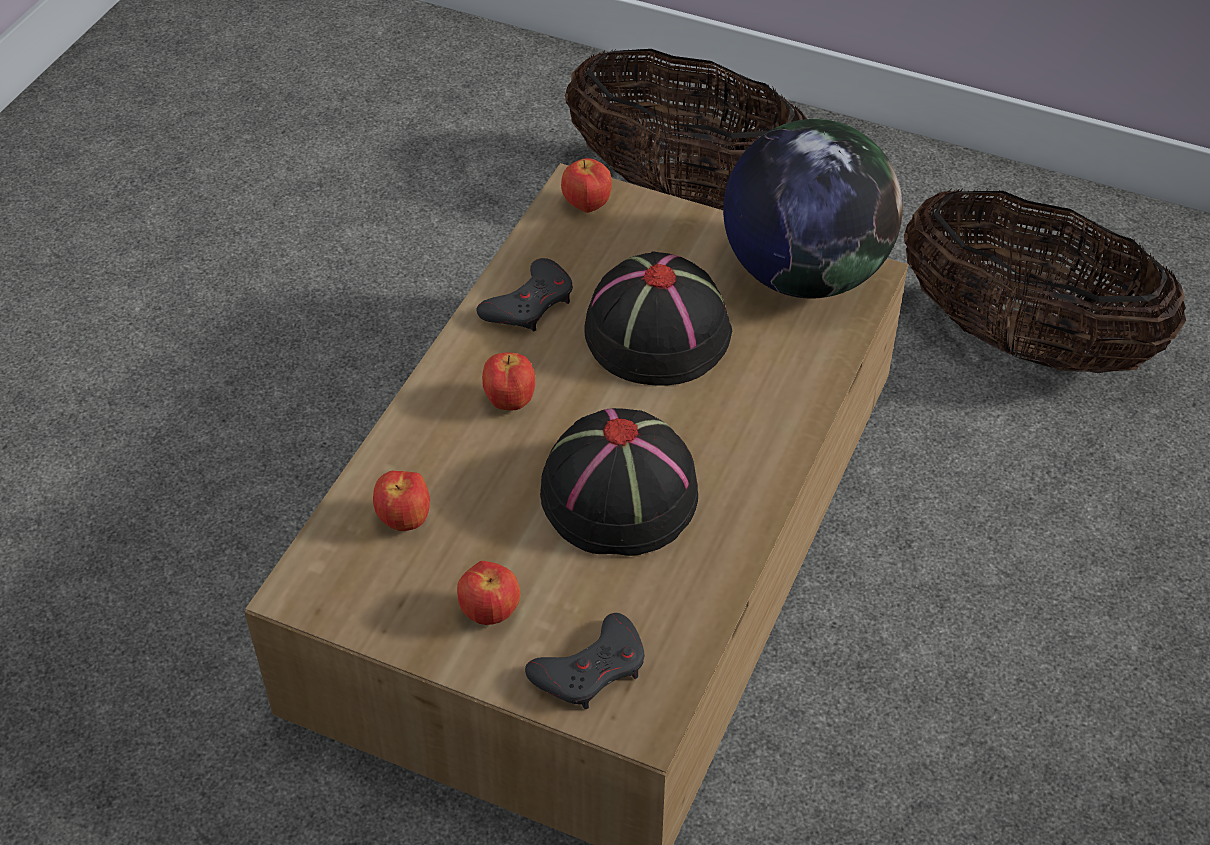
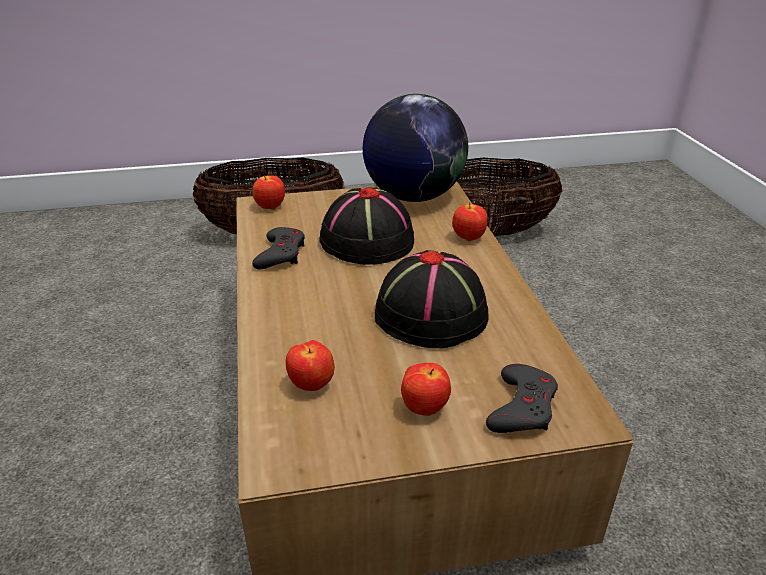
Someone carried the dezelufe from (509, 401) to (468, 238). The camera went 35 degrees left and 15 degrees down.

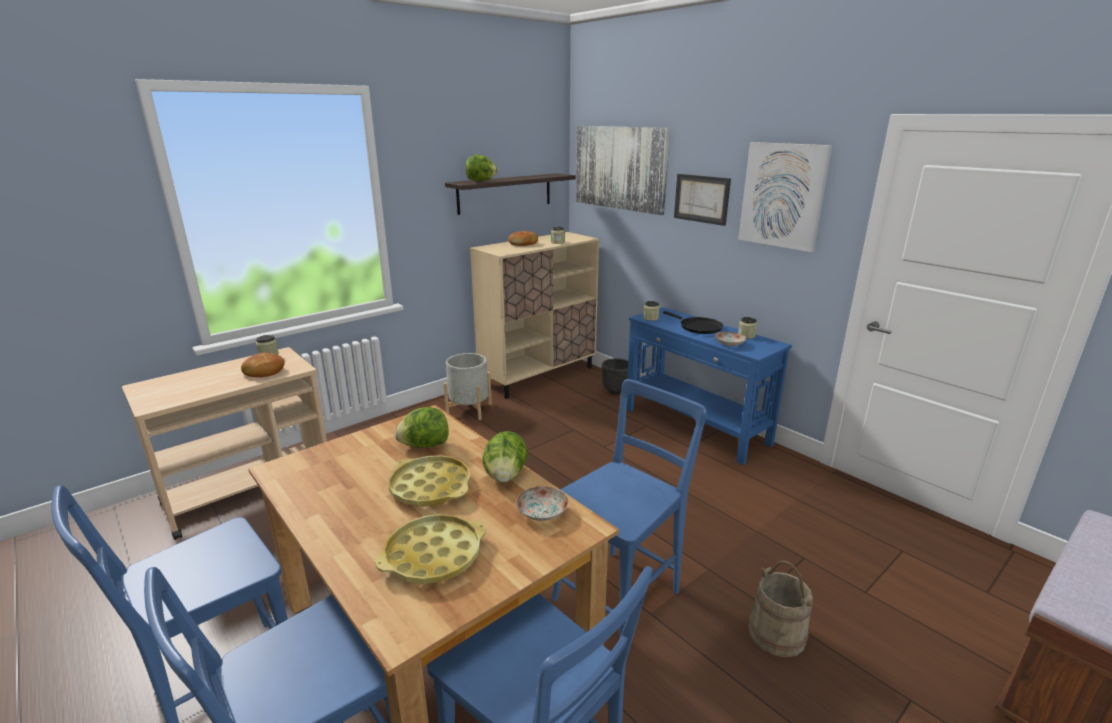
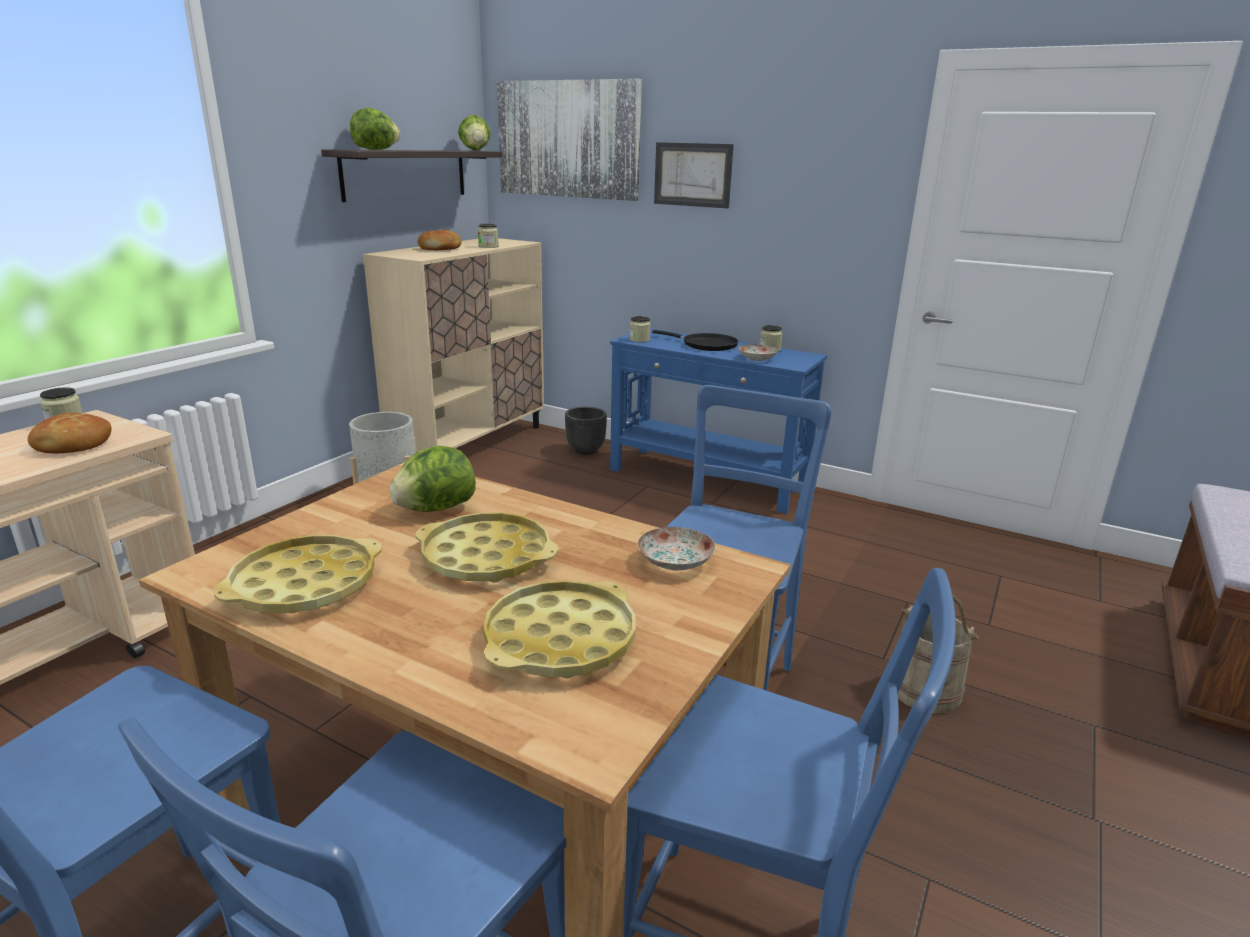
Someone carried the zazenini from (505, 475) to (475, 150). Someone took away the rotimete at (783, 195). Someone put down the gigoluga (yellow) at (304, 585). The camera went 20 degrees left and 0 degrees up.

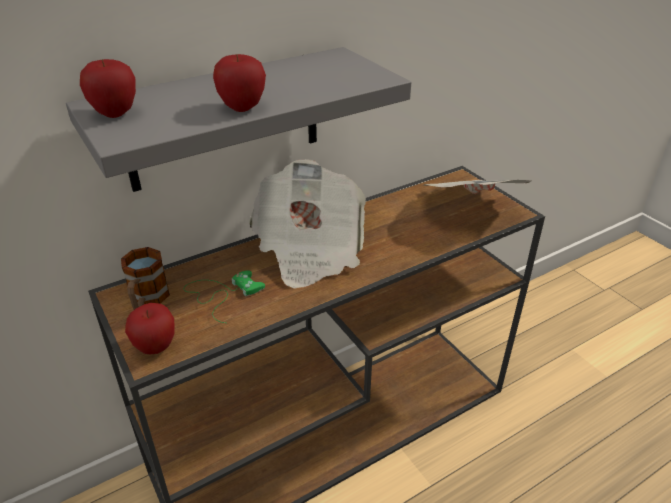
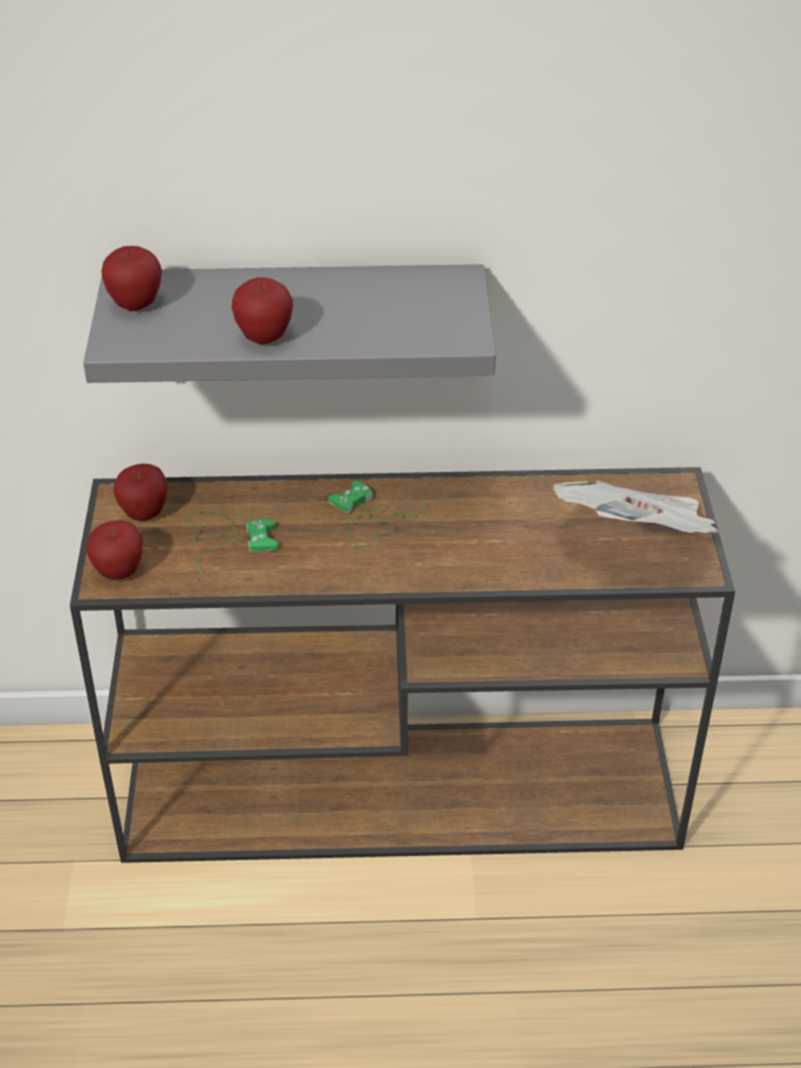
Someone swapped the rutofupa at (147, 300) for the dezelufe at (144, 514). Someone swapped the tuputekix at (309, 249) for the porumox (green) at (369, 519). The camera went 30 degrees right and 5 degrees up.

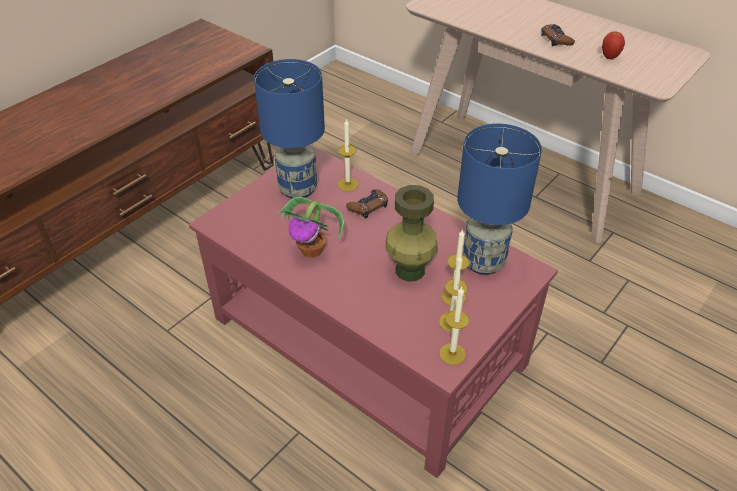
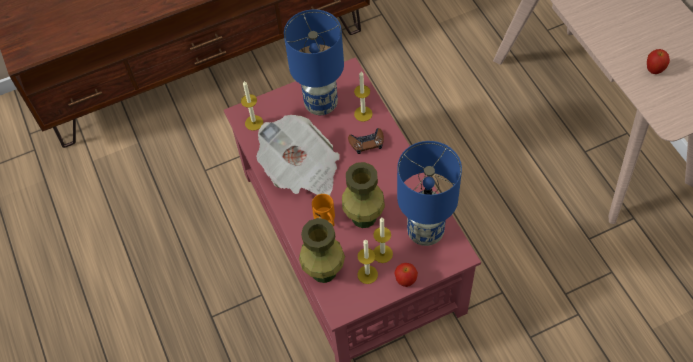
Someone swapped the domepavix at (312, 250) for the tuputekix at (301, 169). Someone carried the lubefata from (452, 354) to (254, 122). Someone took away the porumox (brown) at (556, 39). Someone put down the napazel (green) at (324, 270). Someone put down the rutofupa (orange) at (326, 219). Someone put down the dezelufe at (405, 281). The camera went 30 degrees right and 15 degrees up.

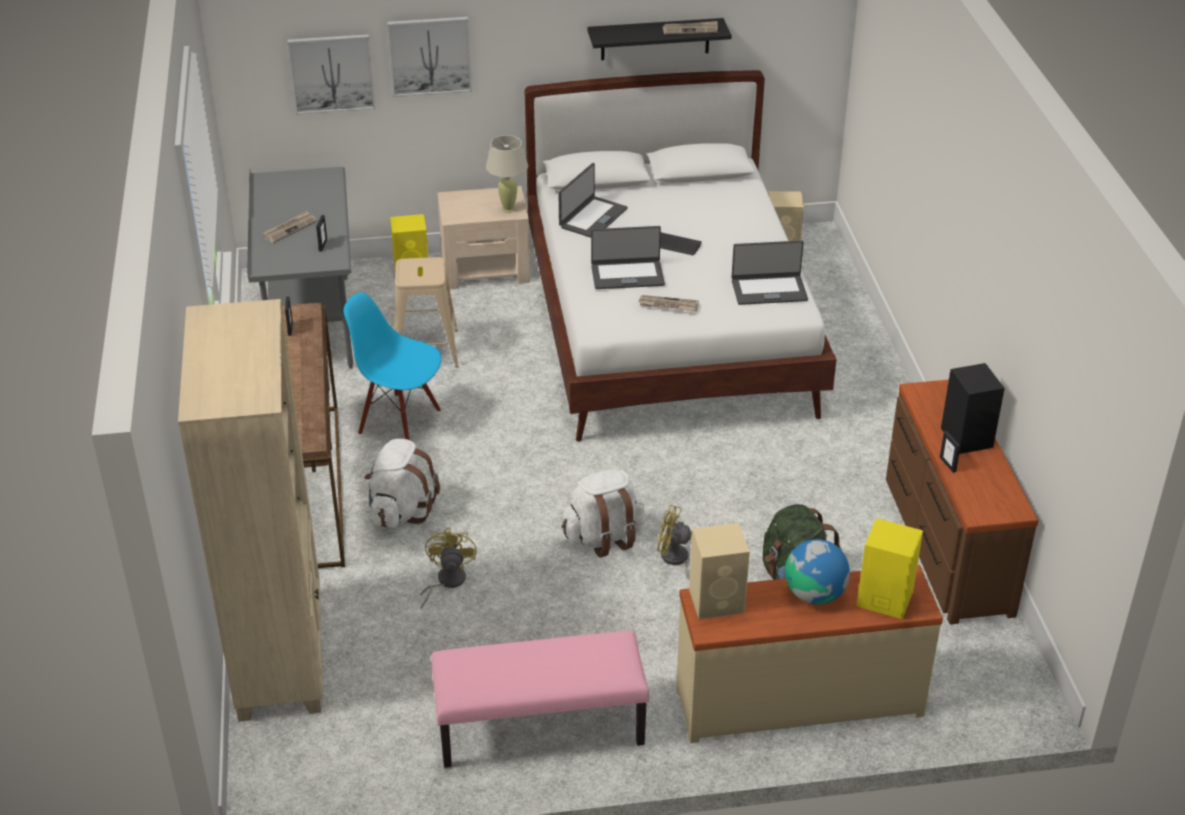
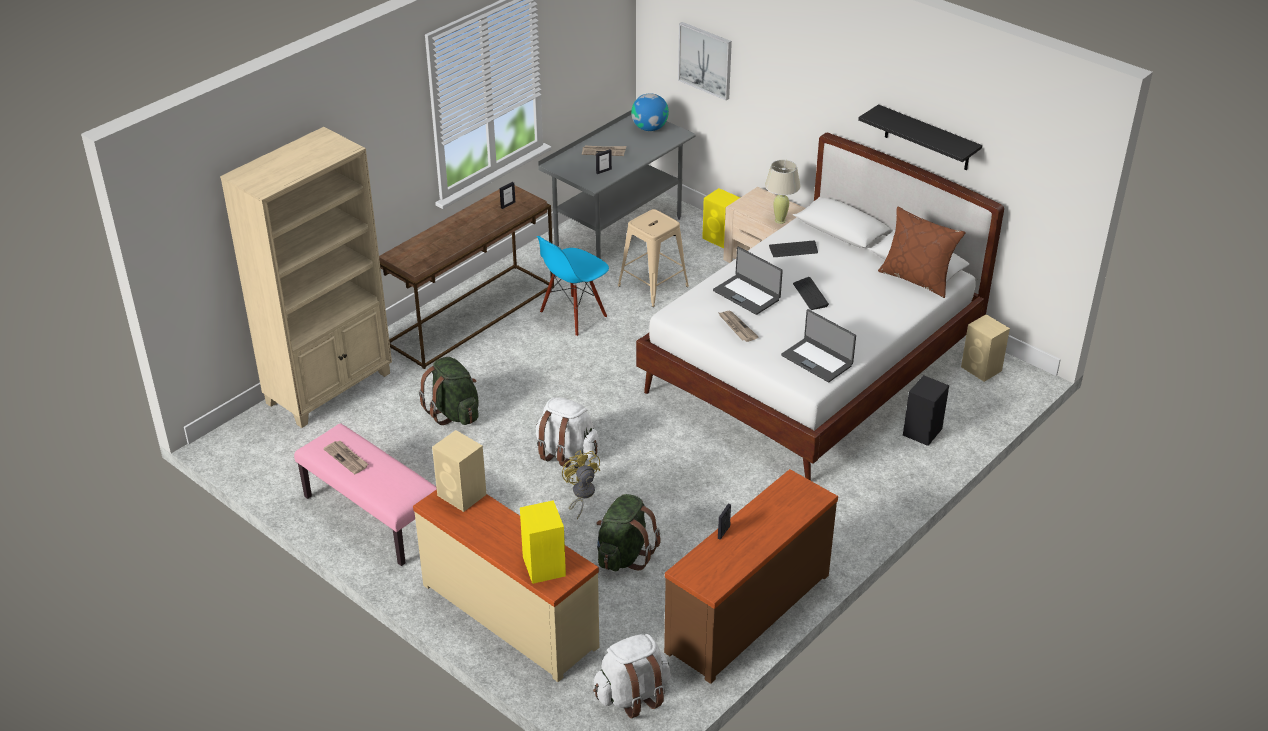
Someone rotated the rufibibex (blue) at (400, 421) by 120 degrees counterclockwise. Someone carried the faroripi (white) from (400, 510) to (632, 695). Someone took away the rotimete at (430, 55). Someone swapped the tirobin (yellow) at (446, 582) for the faroripi (green) at (454, 413). Someone swapped the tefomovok at (592, 217) for the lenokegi at (793, 250). Someone carried the tuputekix from (690, 30) to (347, 458). Someone carried the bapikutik from (814, 594) to (649, 128). Someone carried the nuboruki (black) from (966, 437) to (923, 431). Someone put down the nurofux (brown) at (917, 279). The camera went 50 degrees right and 0 degrees up.

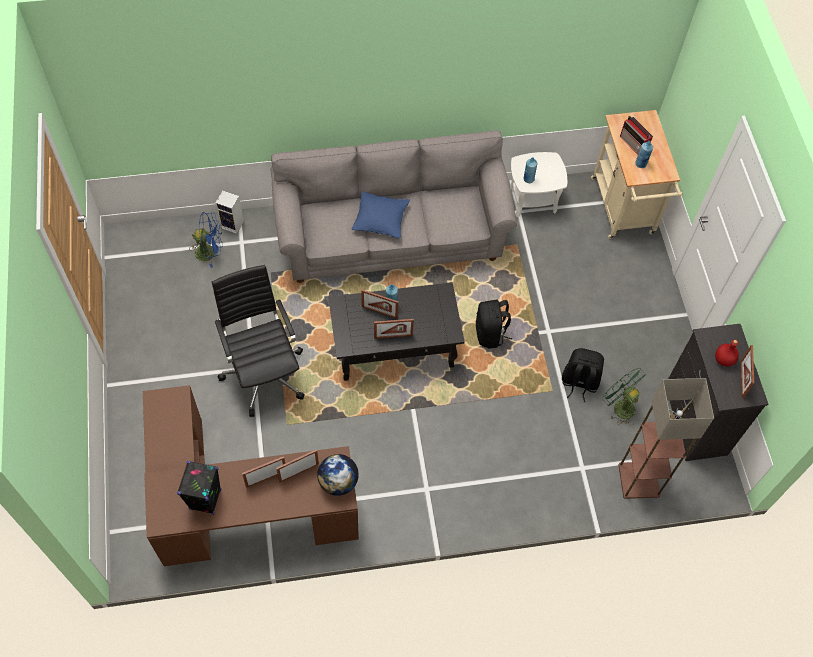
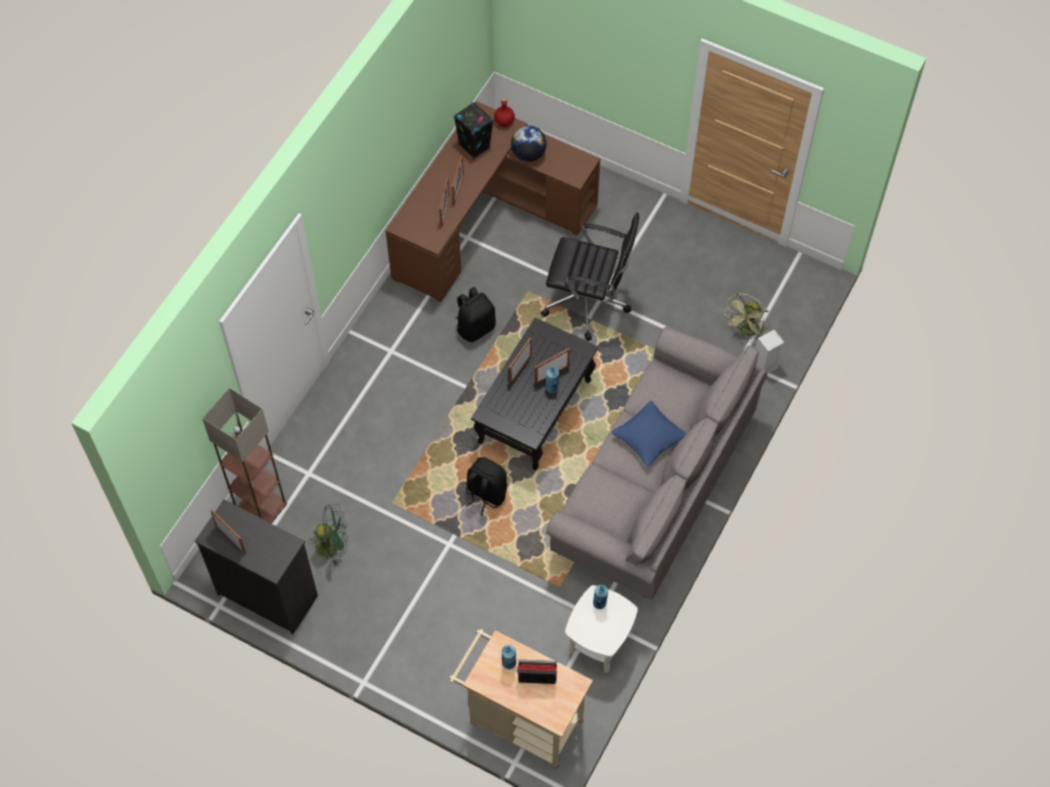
Someone repainted the tirobin (blue) at (210, 252), which became the tirobin (green) at (746, 331). Someone carried the bapikutik from (338, 482) to (528, 154). Someone carried the faroripi (black) from (579, 382) to (475, 327). Someone carried the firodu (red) from (723, 360) to (504, 122). The camera went 130 degrees right and 0 degrees up.

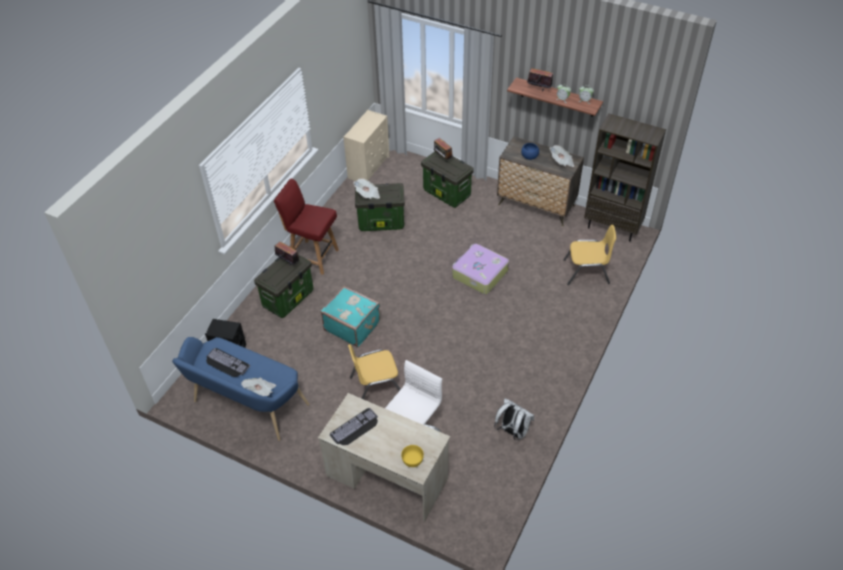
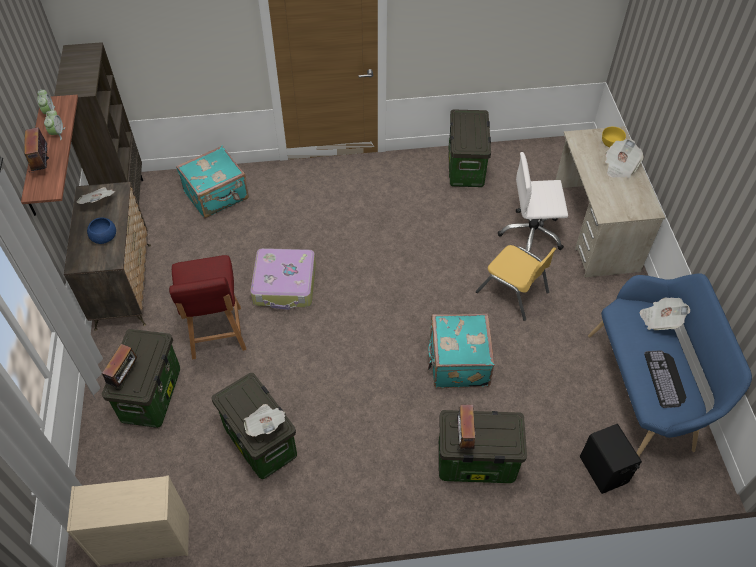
Someone carried the rufibibex (red) from (313, 257) to (217, 334). Someone took away the lenokegi at (355, 428). Someone swapped the faroripi (white) at (512, 431) for the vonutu at (466, 168). Someone swapped the rufibibex (yellow) at (586, 272) for the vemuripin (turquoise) at (217, 196). Someone put down the tuputekix at (620, 166). The camera went 125 degrees left and 5 degrees up.

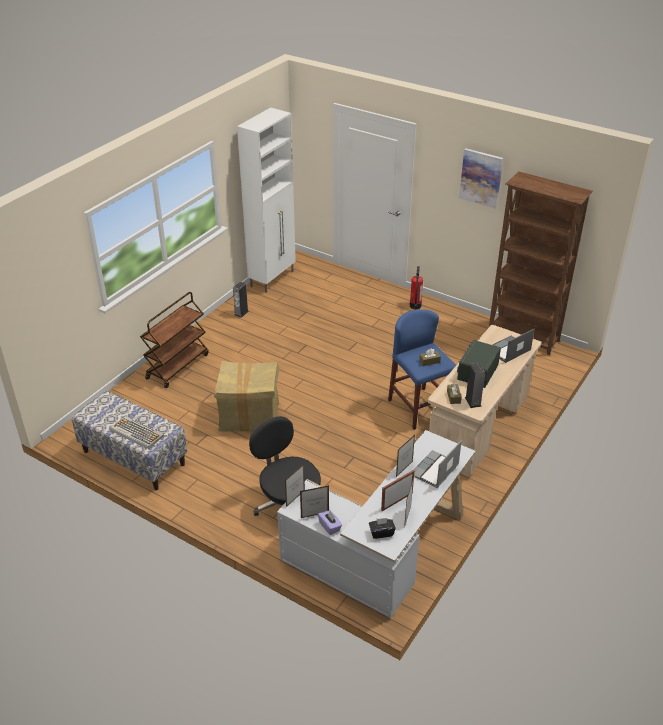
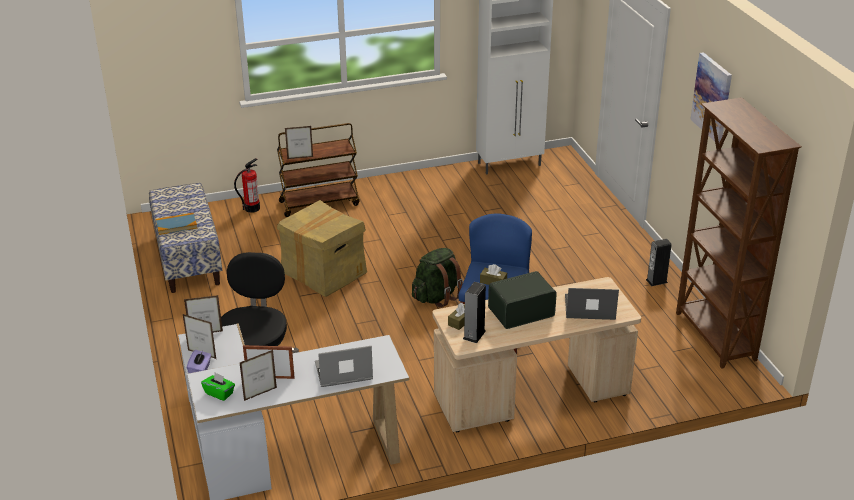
Someone swapped the lenokegi at (136, 433) for the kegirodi at (176, 225). Someone carried the nuboruki from (241, 313) to (656, 281). Someone repainted the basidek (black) at (381, 533), which became the basidek (green) at (219, 393). Someone carried the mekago from (404, 469) to (300, 158). Someone carried the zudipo from (415, 306) to (252, 208). Someone put down the faroripi (green) at (437, 296). The camera went 40 degrees right and 5 degrees down.

